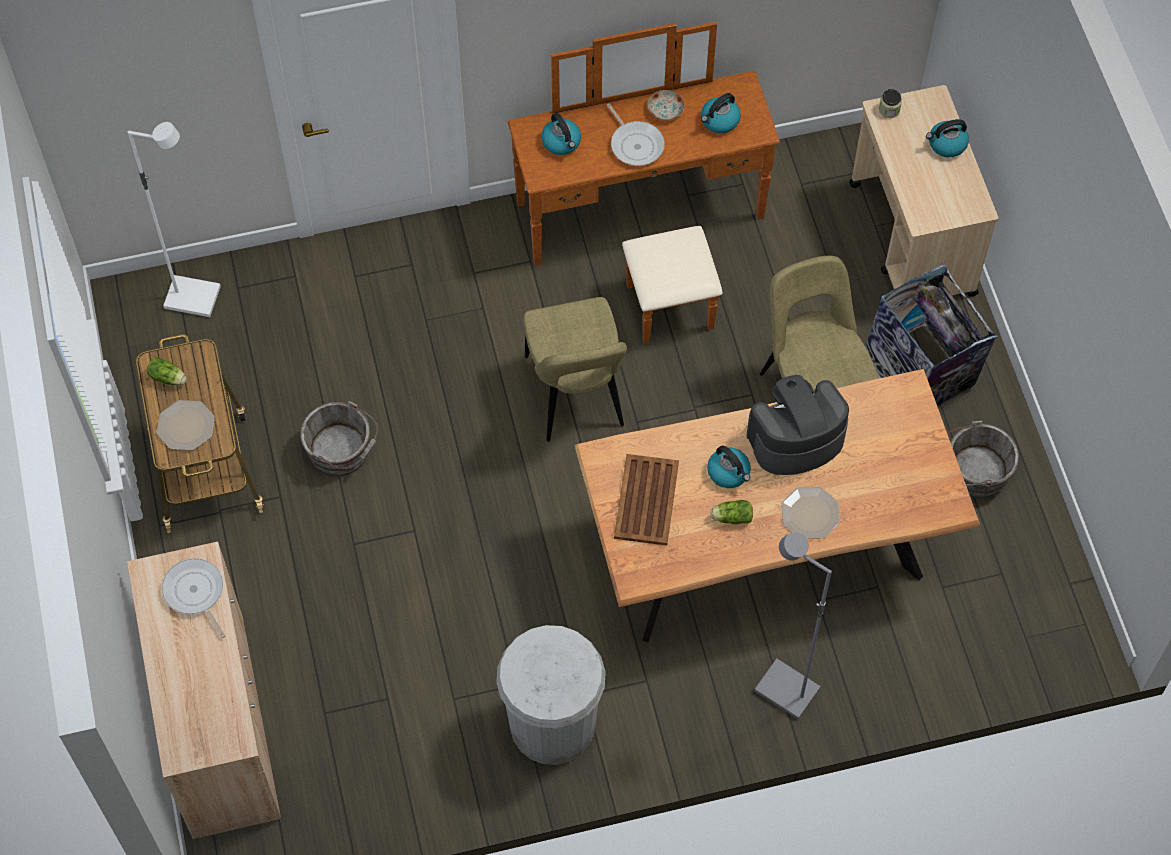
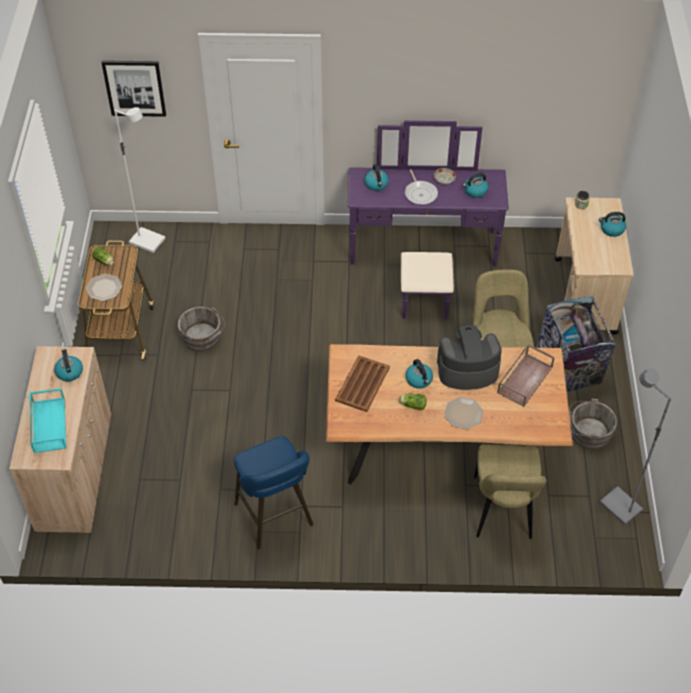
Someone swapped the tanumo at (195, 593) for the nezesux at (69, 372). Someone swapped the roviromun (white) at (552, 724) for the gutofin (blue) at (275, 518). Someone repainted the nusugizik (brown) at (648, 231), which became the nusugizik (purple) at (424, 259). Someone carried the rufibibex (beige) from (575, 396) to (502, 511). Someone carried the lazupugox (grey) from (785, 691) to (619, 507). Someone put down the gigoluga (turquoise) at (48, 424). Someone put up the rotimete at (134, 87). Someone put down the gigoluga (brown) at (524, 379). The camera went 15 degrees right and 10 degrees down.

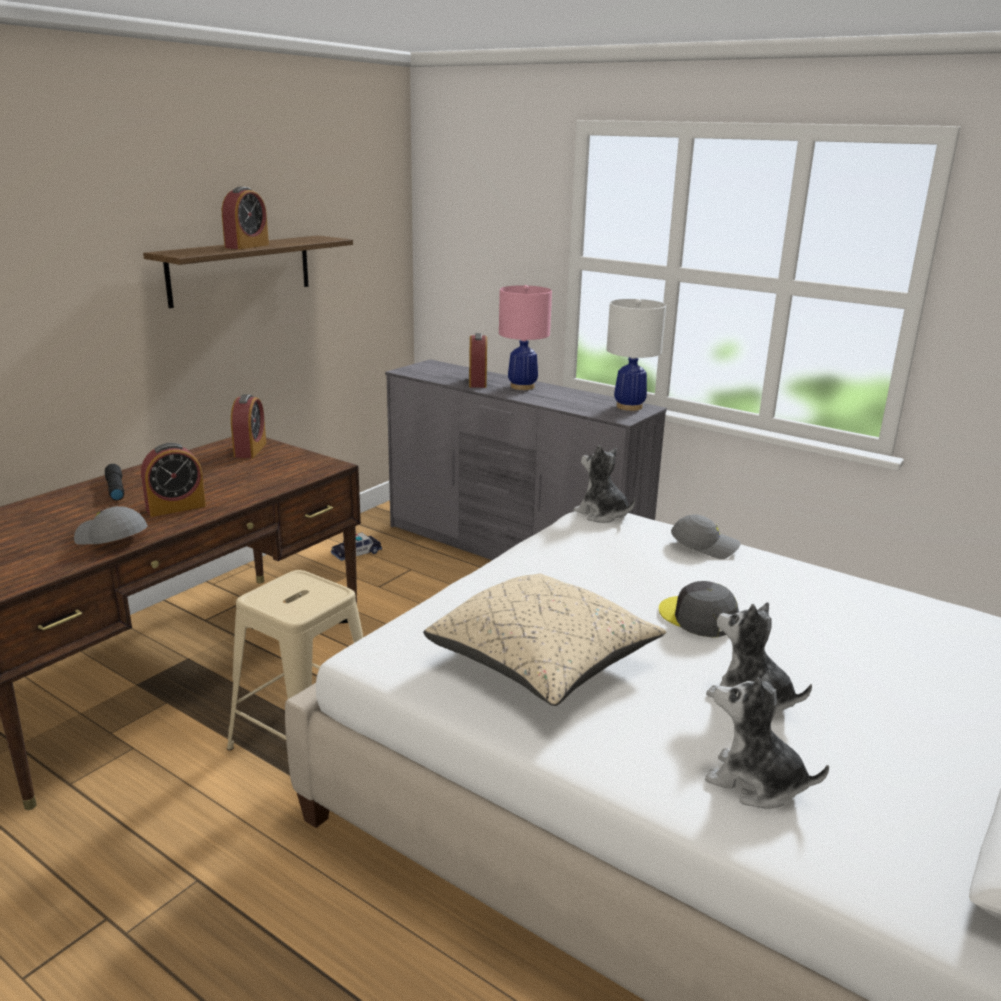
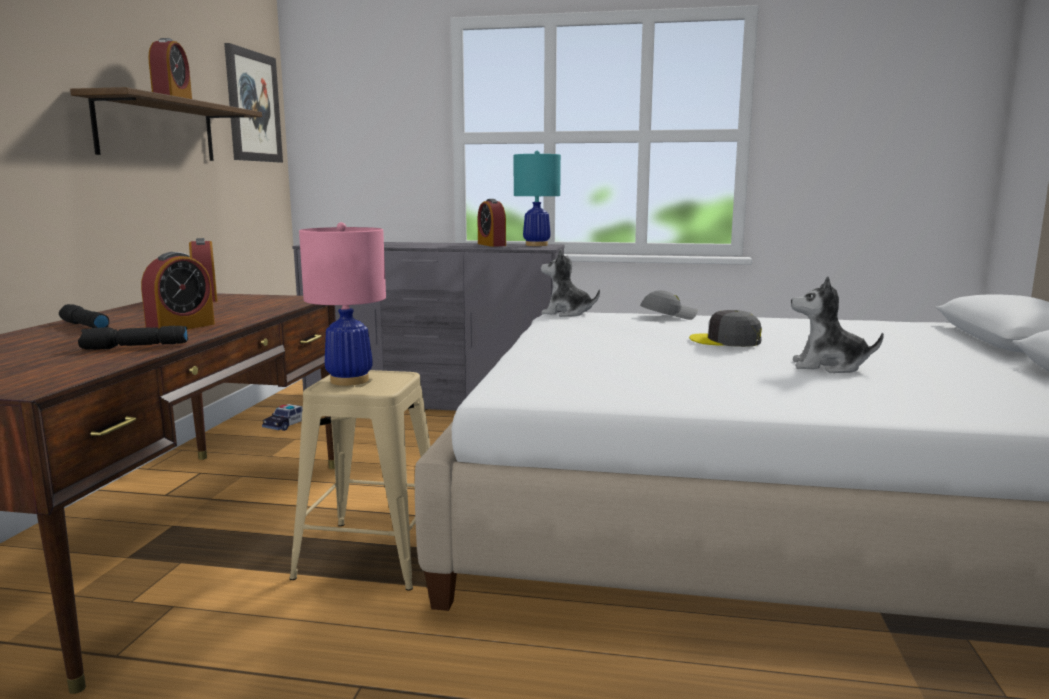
Someone swapped the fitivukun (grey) at (111, 538) for the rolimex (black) at (134, 347). Someone took away the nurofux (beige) at (543, 663). Someone carried the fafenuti from (477, 382) to (491, 245). Someone carried the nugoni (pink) from (522, 386) to (349, 380). Someone repainted the nugoni (white) at (629, 407), which became the nugoni (turquoise) at (536, 245). Someone took away the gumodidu at (755, 783). Someone put up the rotimete at (253, 107). The camera went 25 degrees left and 10 degrees down.

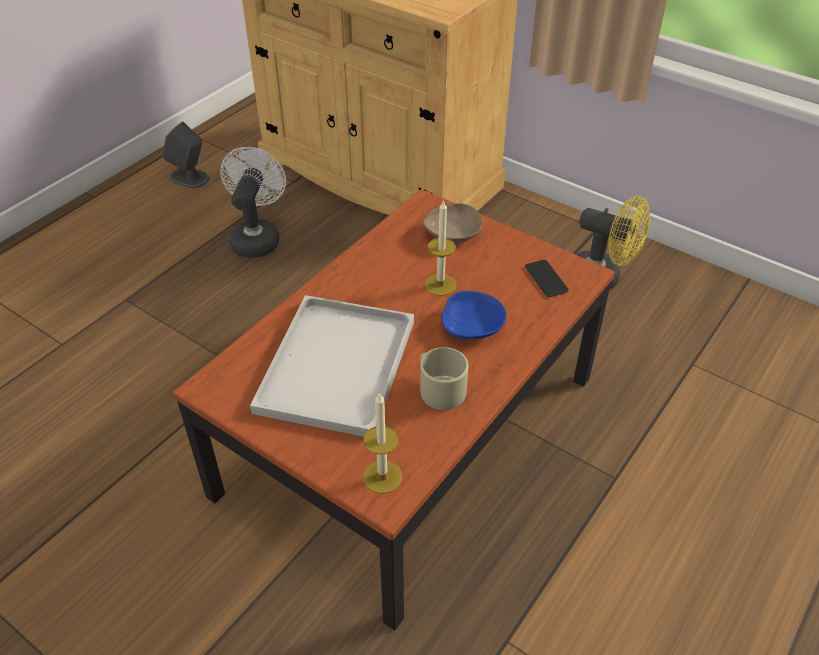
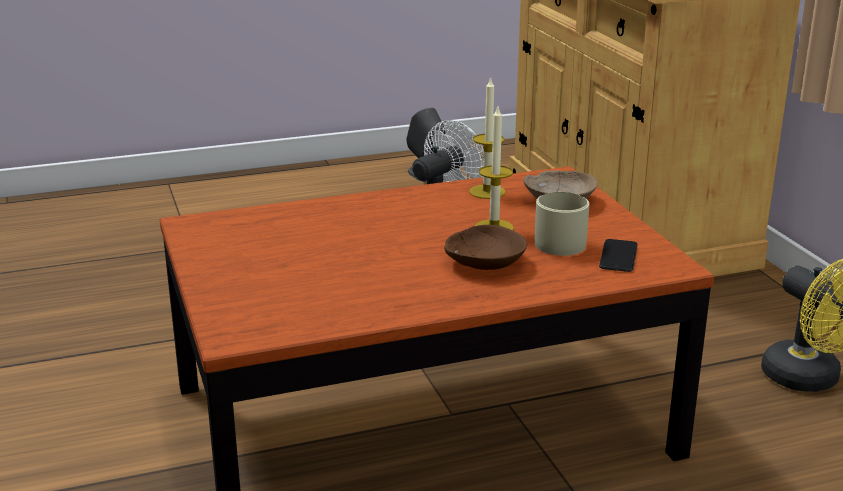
Someone took away the gigoluga (white) at (337, 368). Someone carried the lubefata from (382, 477) to (487, 192). Someone carried the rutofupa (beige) from (439, 388) to (559, 241). Someone repainted the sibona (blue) at (471, 326), which became the sibona (brown) at (484, 262). The camera went 35 degrees right and 20 degrees down.

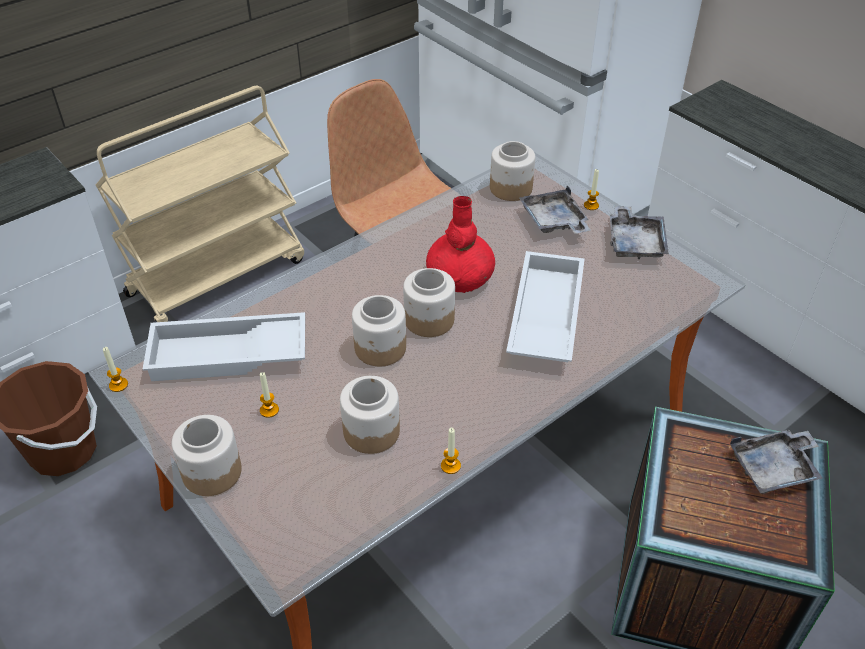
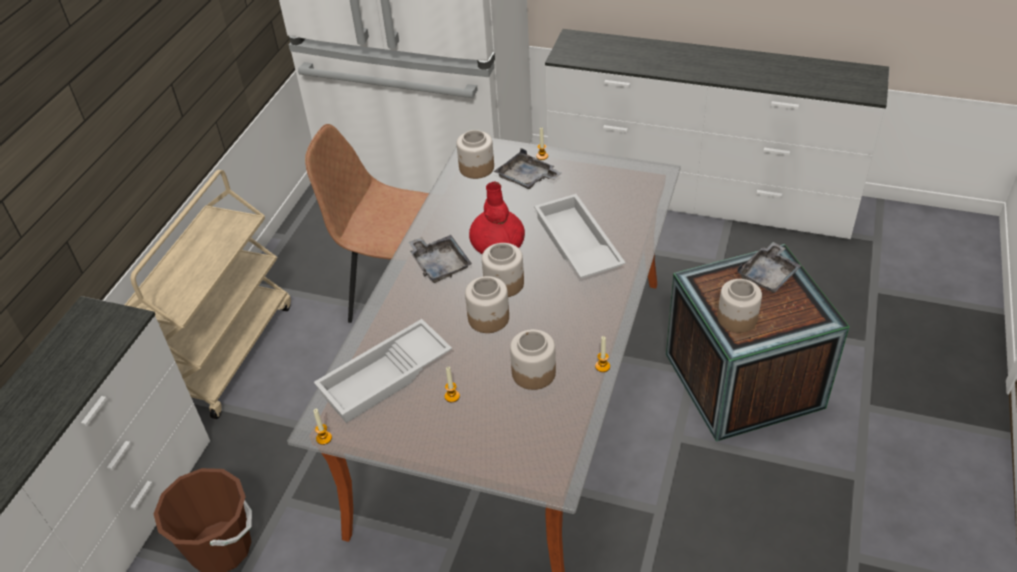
Someone carried the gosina from (211, 472) to (736, 318). Someone carried the gigoluga (grey) from (635, 242) to (440, 264). The camera went 30 degrees left and 0 degrees up.

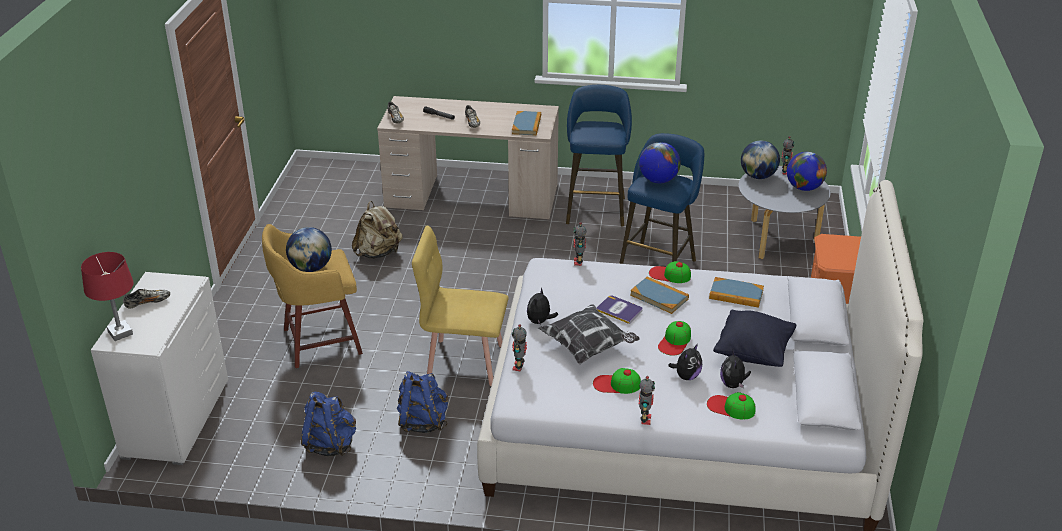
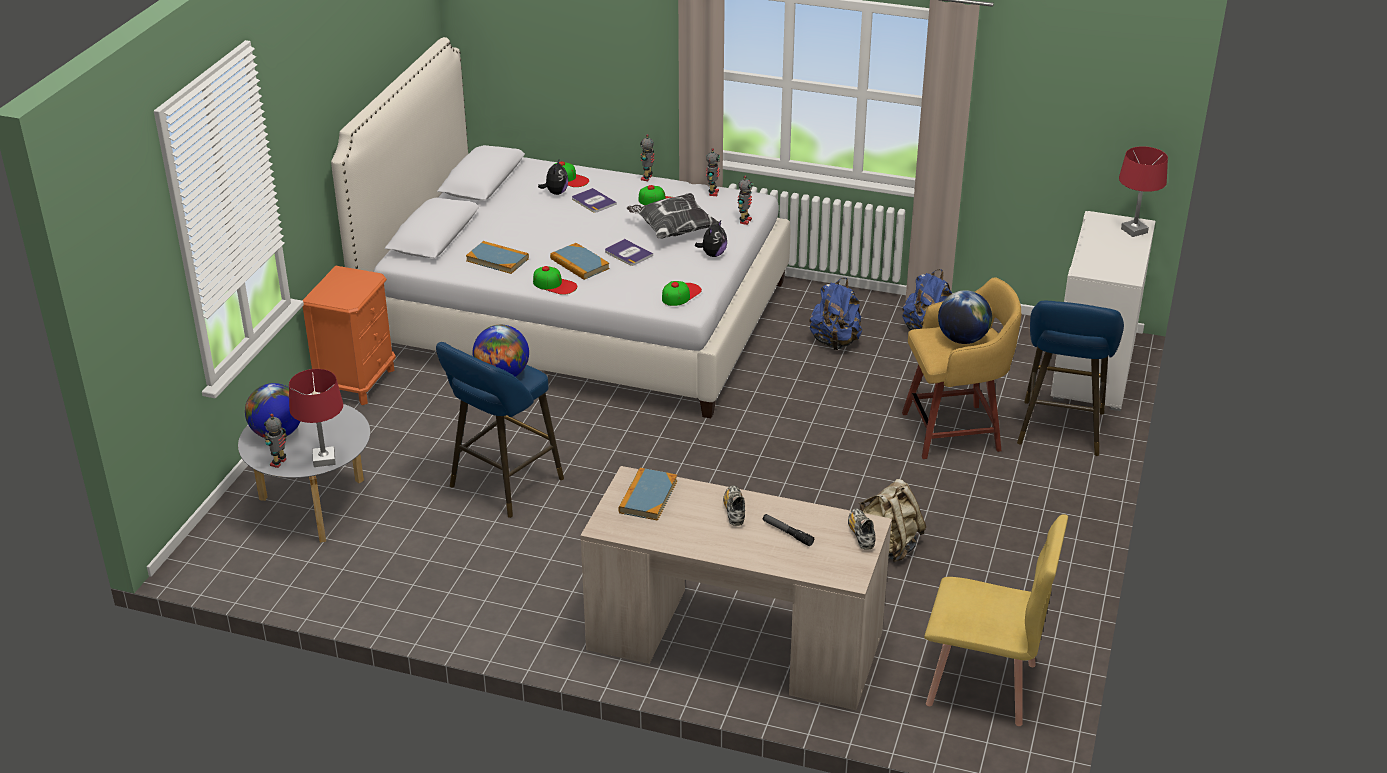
Someone took away the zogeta at (147, 303). Someone carried the rufibibex (yellow) from (464, 361) to (982, 685). Someone carried the gutofin (blue) from (596, 208) to (1060, 432). Someone carried the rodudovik from (579, 262) to (712, 193). Someone carried the fitivukun from (675, 341) to (681, 294). Someone swapped the gumodidu at (686, 376) for the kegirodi at (593, 201). Someone took away the nurofux (black) at (753, 353). Someone swapped the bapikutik at (758, 176) for the nugoni (red) at (324, 459). The camera went 170 degrees left and 0 degrees up.

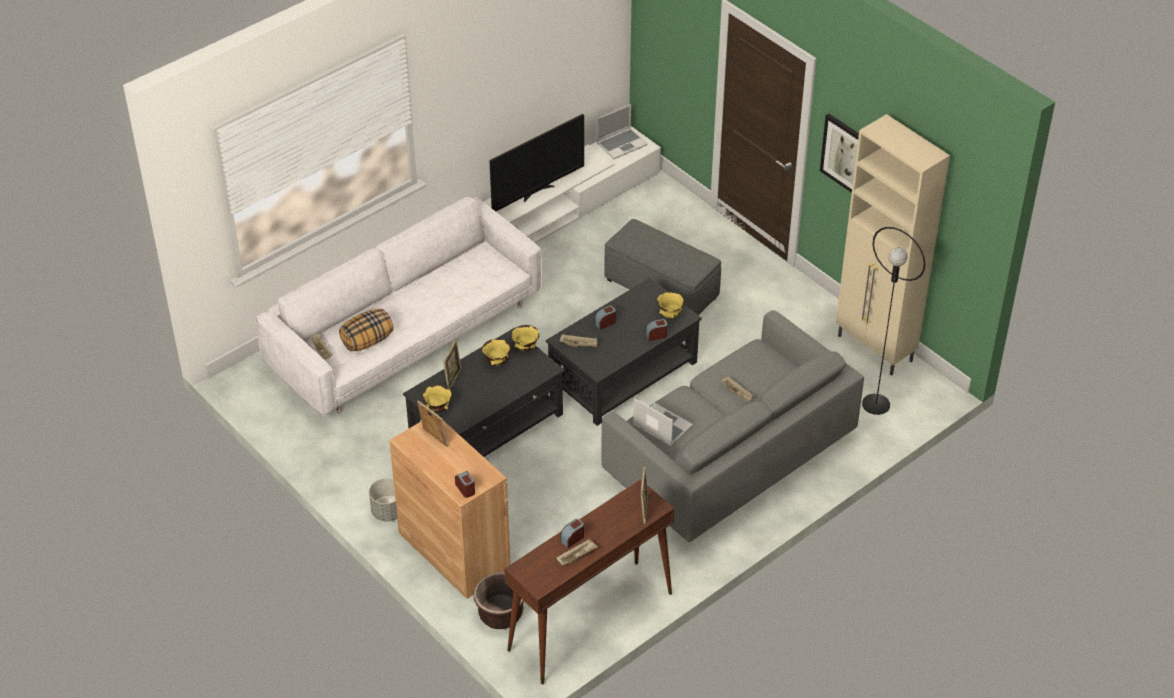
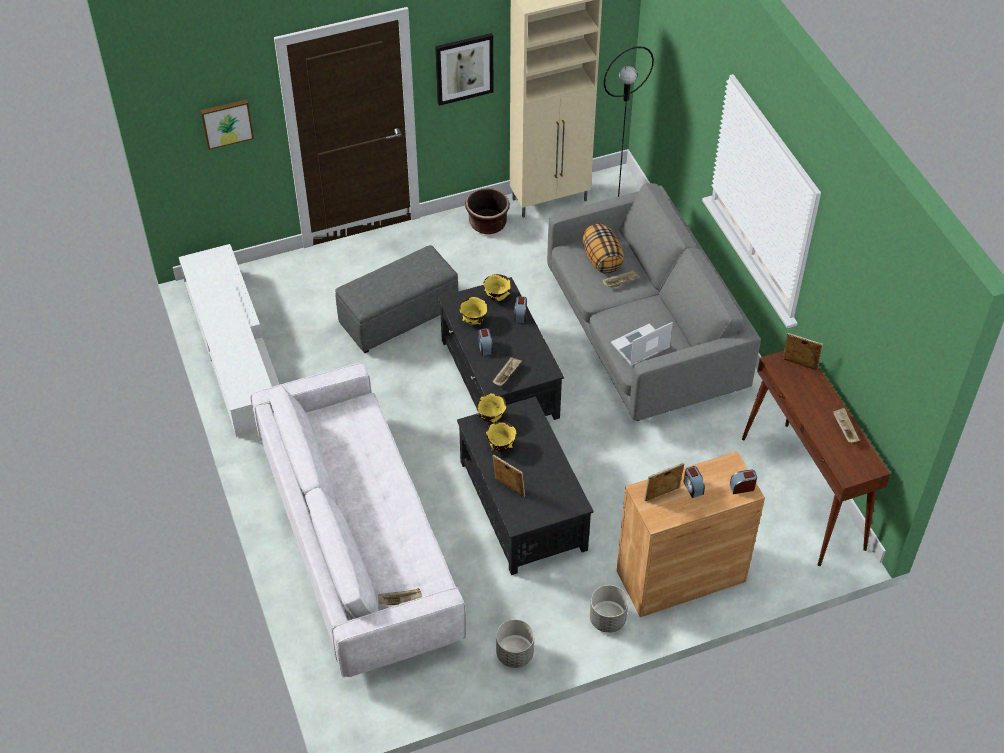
Someone carried the nurofux from (367, 341) to (601, 259). Someone carried the sibona (yellow) from (437, 409) to (474, 321). Someone carried the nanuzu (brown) from (501, 614) to (487, 224). Someone took away the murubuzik at (537, 192). Someone carried the fafenuti from (572, 539) to (692, 487). Someone took away the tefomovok at (621, 144). Someone put up the rotimete at (226, 123). Someone put down the nanuzu (grey) at (515, 654). The camera went 70 degrees left and 5 degrees up.

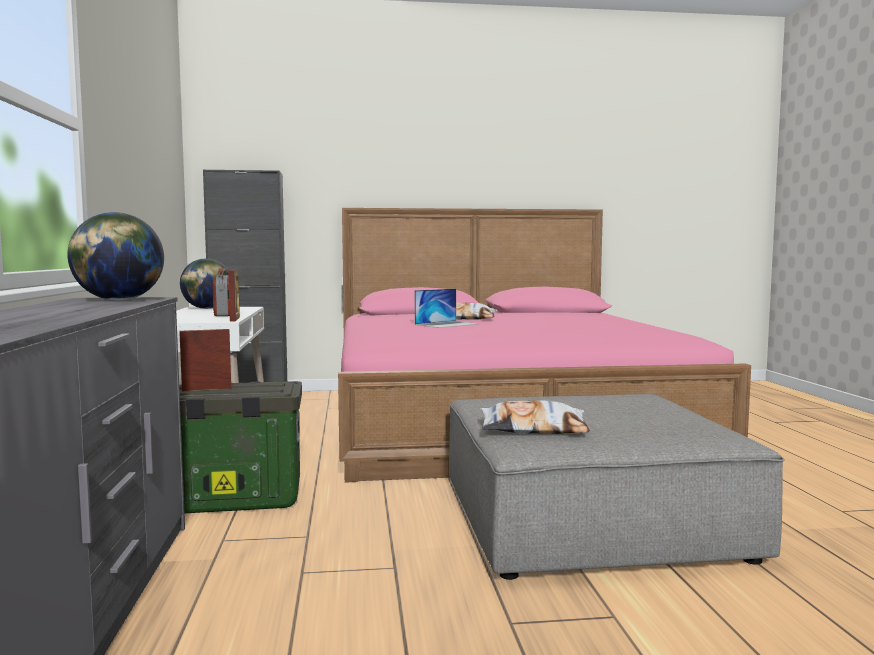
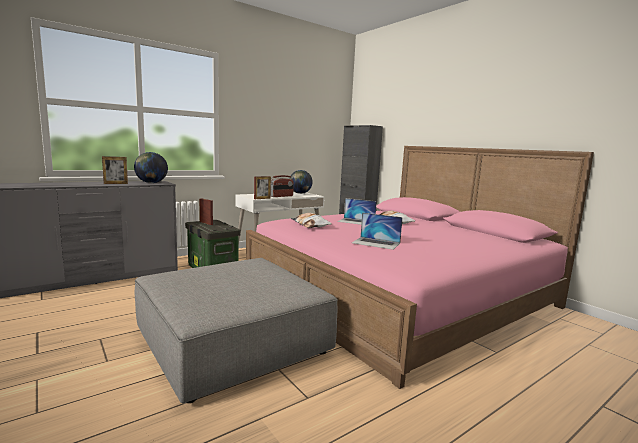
Someone carried the nurofux from (533, 429) to (310, 225). Someone put down the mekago at (116, 183). Someone put down the tefomovok at (376, 243). The camera went 60 degrees right and 5 degrees up.

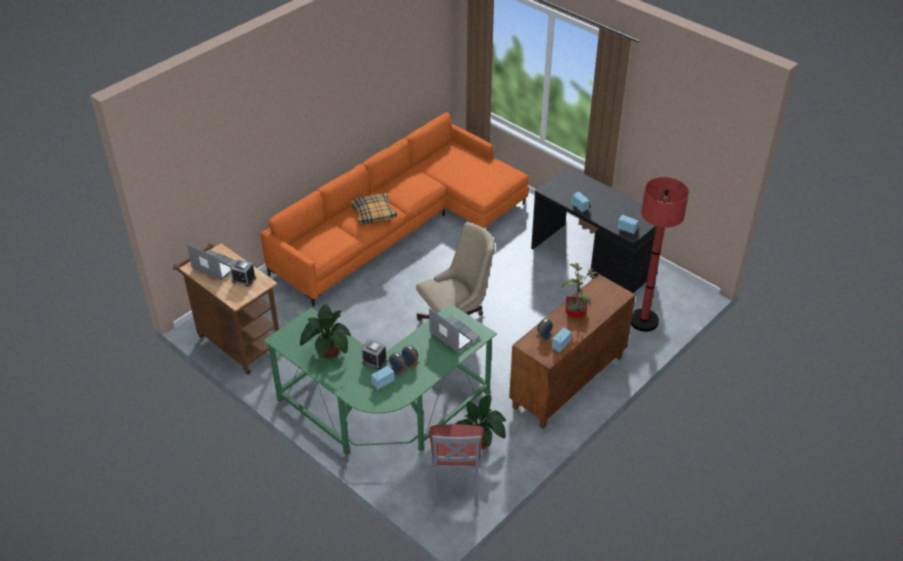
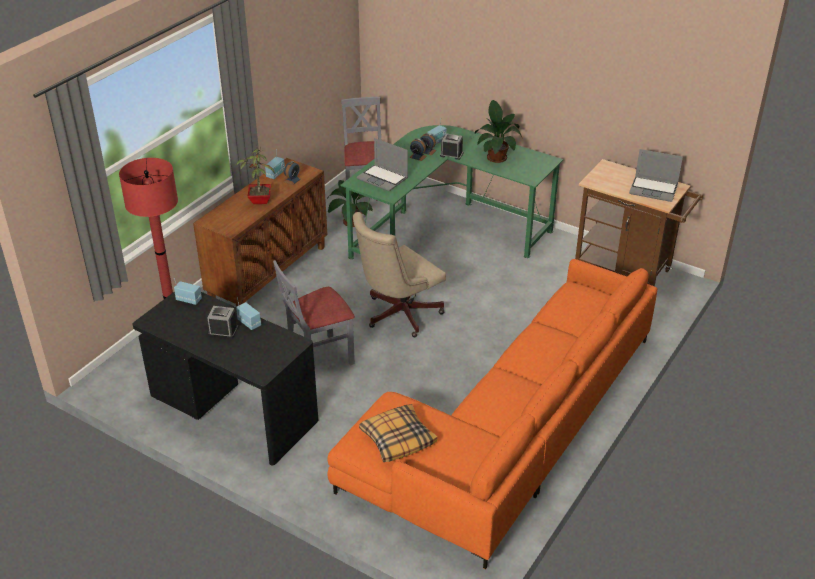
Someone carried the fafenuti from (243, 279) to (223, 331). Someone carried the nurofux from (373, 213) to (397, 439). Someone put down the rufibibex (grey) at (319, 357). The camera went 170 degrees right and 5 degrees down.

